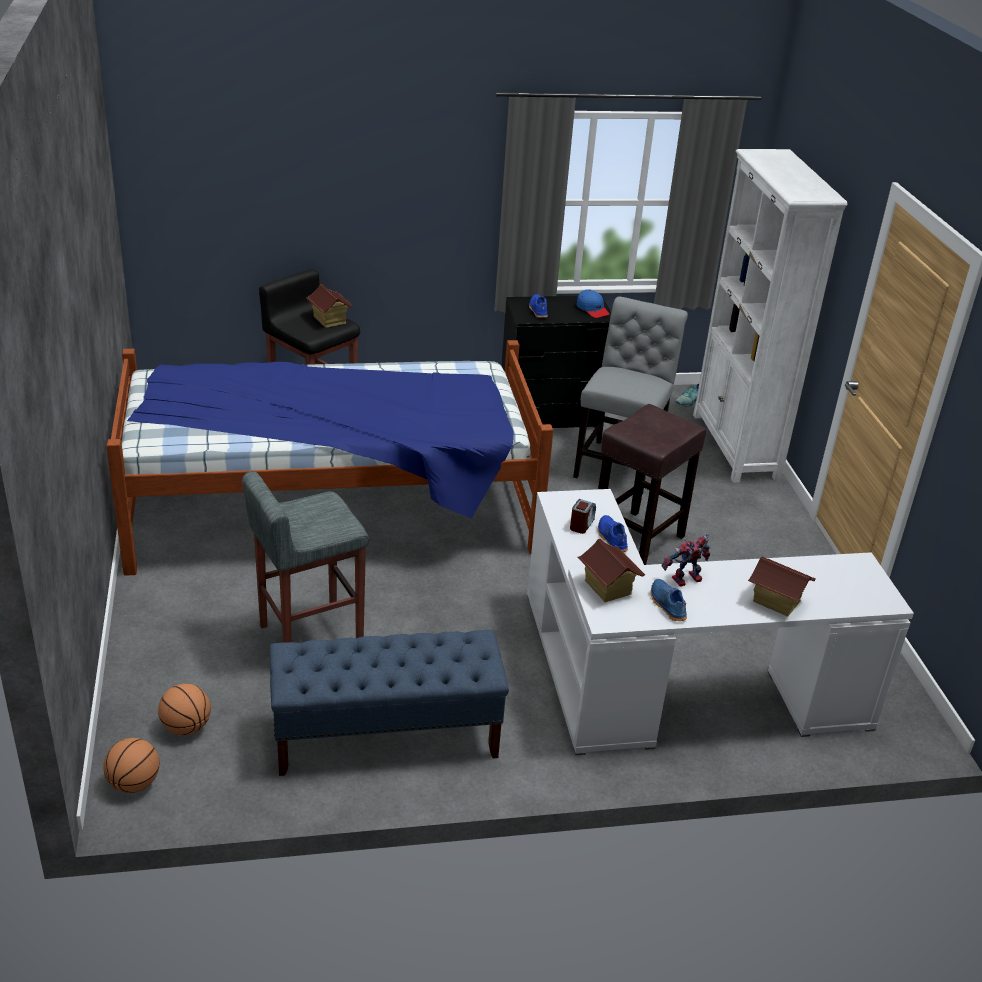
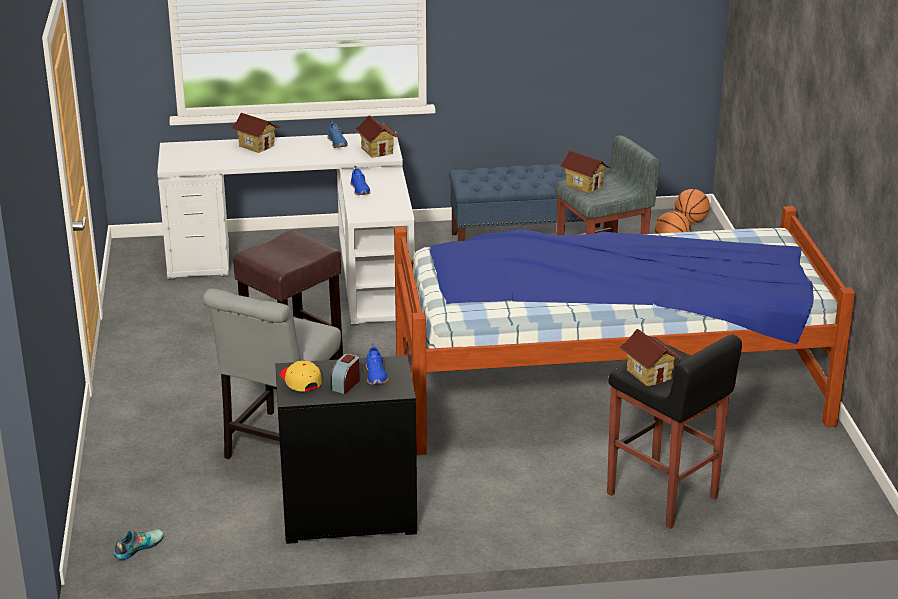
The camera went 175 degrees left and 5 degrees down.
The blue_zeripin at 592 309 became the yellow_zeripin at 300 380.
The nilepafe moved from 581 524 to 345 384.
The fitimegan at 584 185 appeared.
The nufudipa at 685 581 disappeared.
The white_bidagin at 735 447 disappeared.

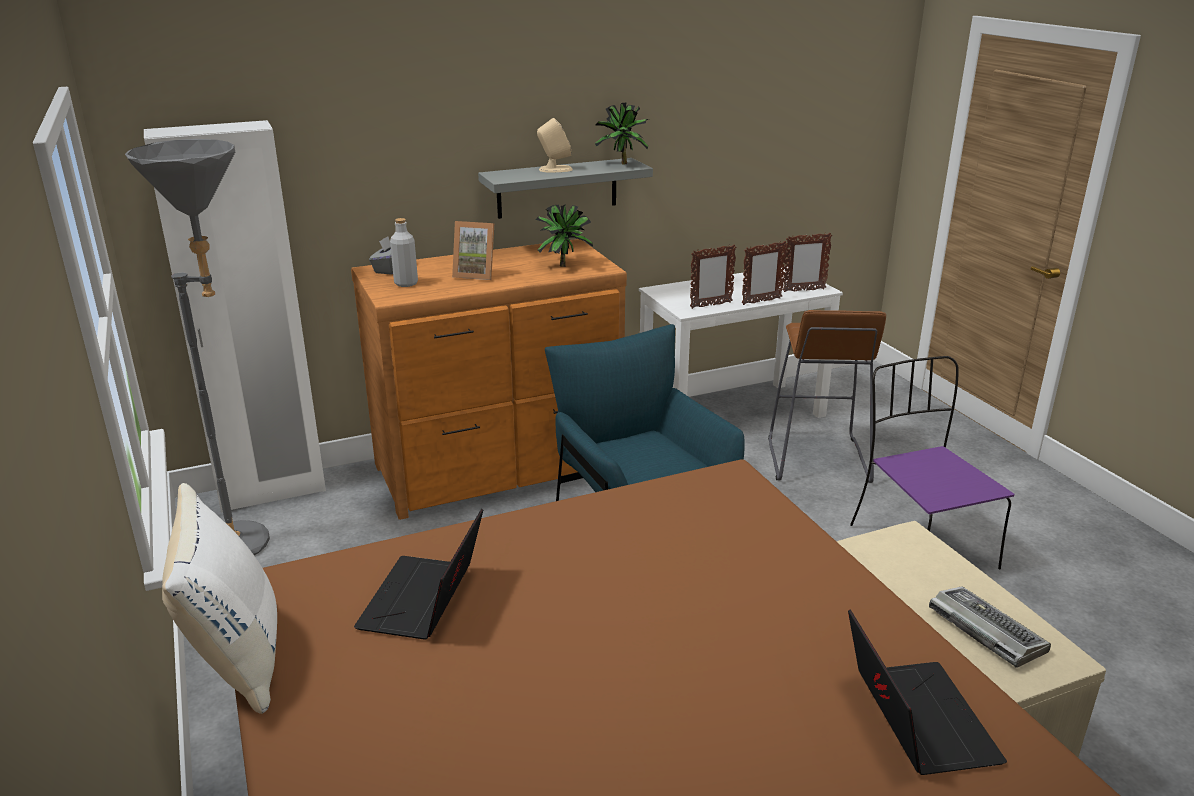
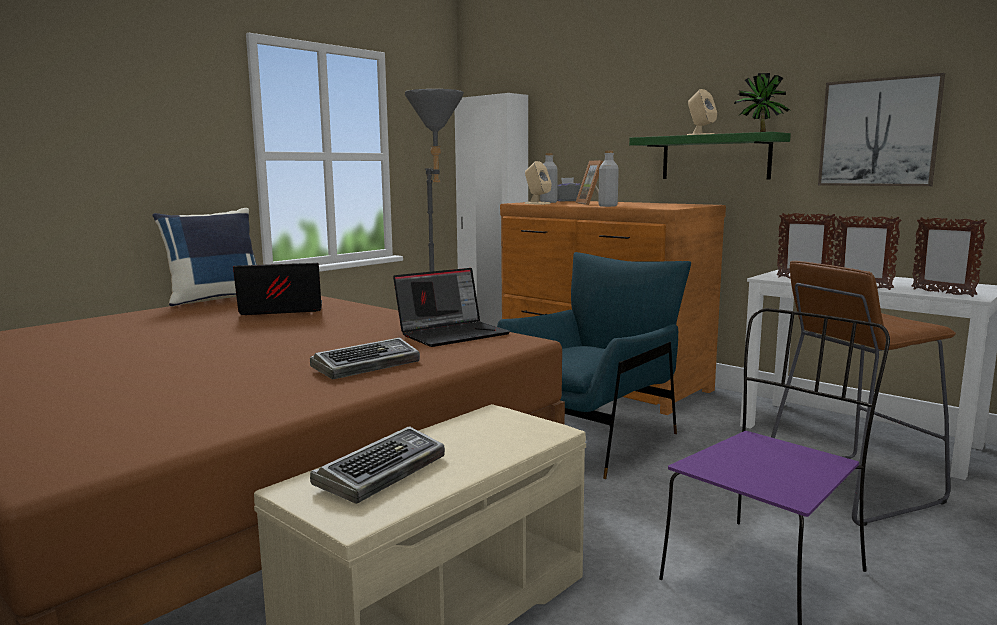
The camera went 65 degrees right and 15 degrees down.
The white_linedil at 236 657 became the blue_linedil at 216 298.
The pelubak at 367 366 appeared.
The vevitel moved from 914 718 to 453 334.
The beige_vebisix at 537 203 appeared.
The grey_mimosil at 608 206 appeared.
The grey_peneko at 557 188 became the green_peneko at 715 157.
The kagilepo at 878 132 appeared.
The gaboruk at 564 265 disappeared.

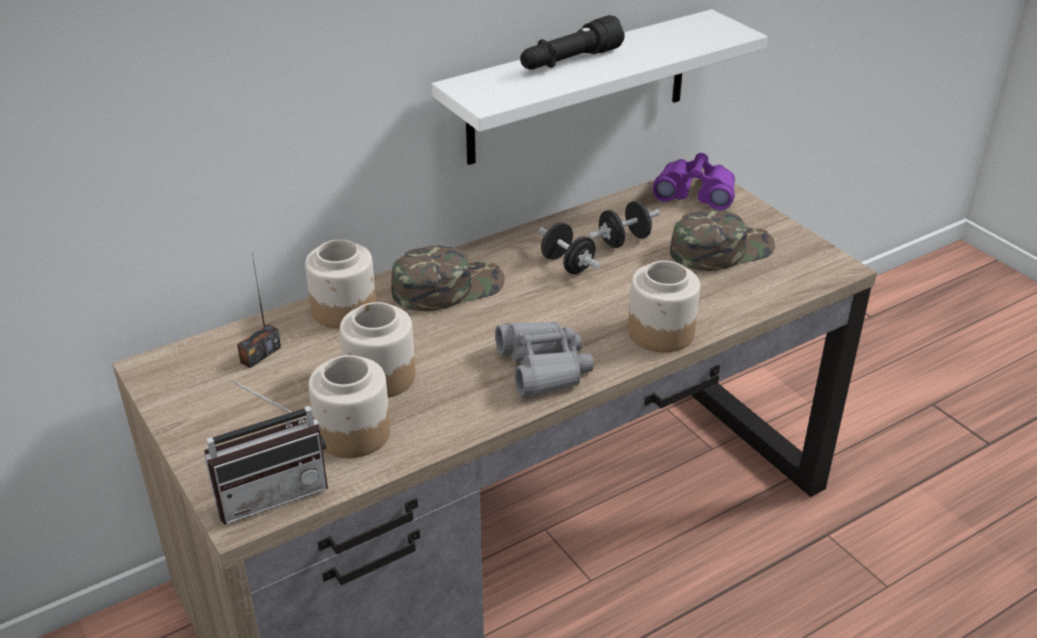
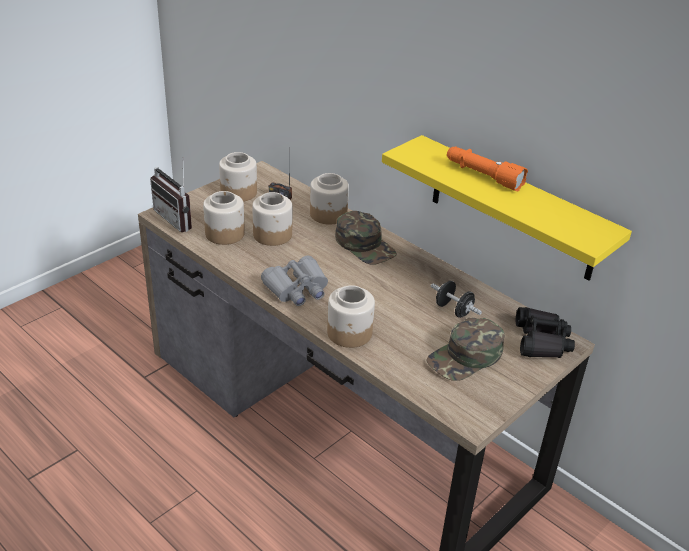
The camera went 75 degrees right and 0 degrees up.
The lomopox at 238 193 appeared.
The white_peneko at 579 87 became the yellow_peneko at 512 209.
The green_zeripin at 720 249 turned 90 degrees clockwise.
The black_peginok at 569 61 became the orange_peginok at 483 176.
The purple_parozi at 695 193 became the black_parozi at 541 341.
The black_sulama at 567 265 disappeared.

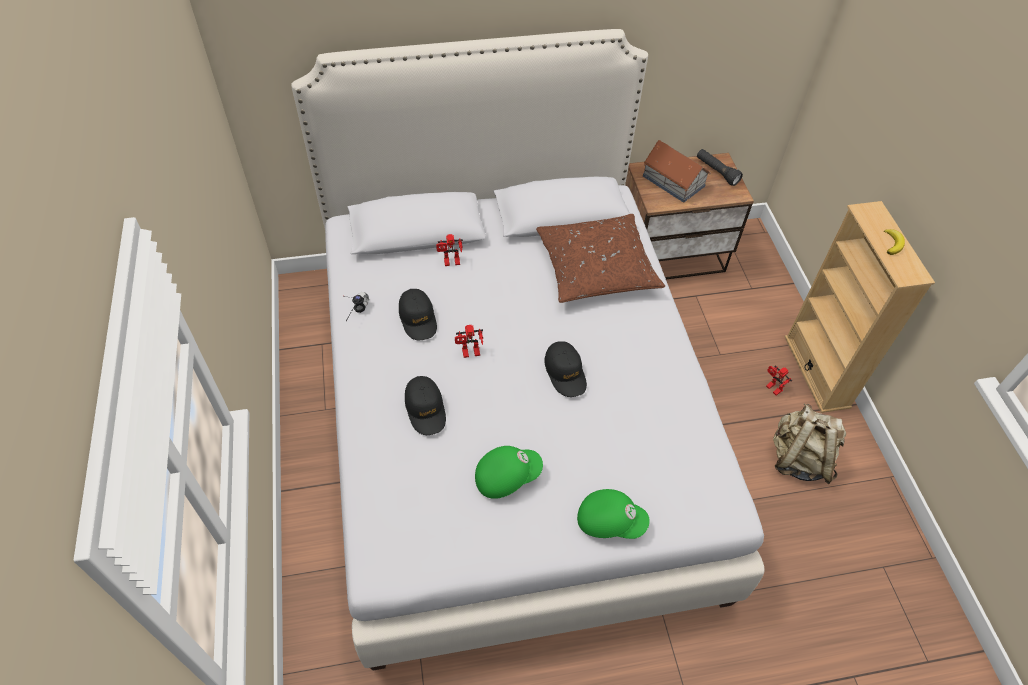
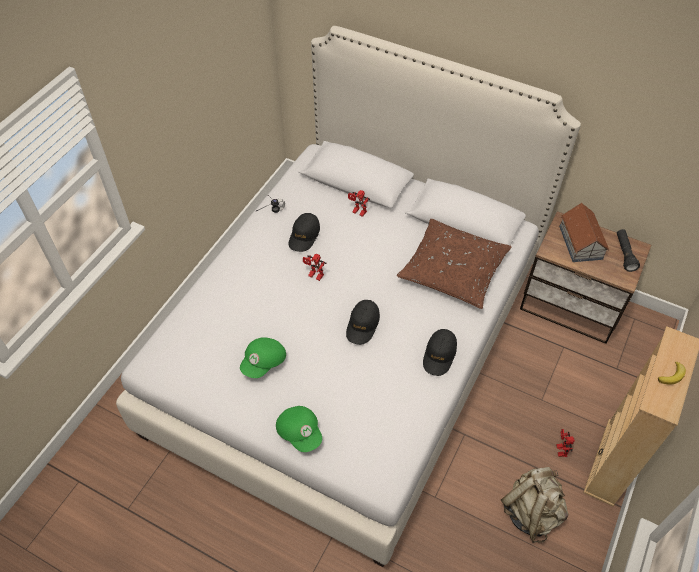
The camera went 40 degrees right and 0 degrees up.
The green_zeripin at 506 476 turned 105 degrees clockwise.
The black_zeripin moved from 425 409 to 439 355.

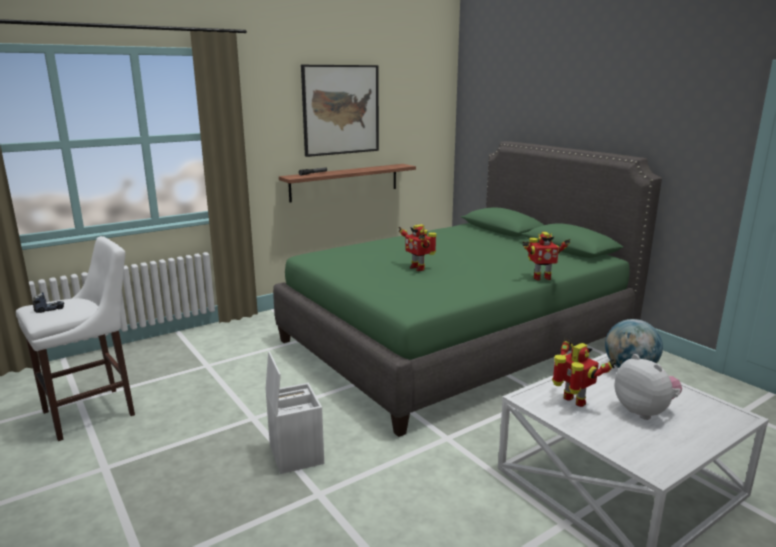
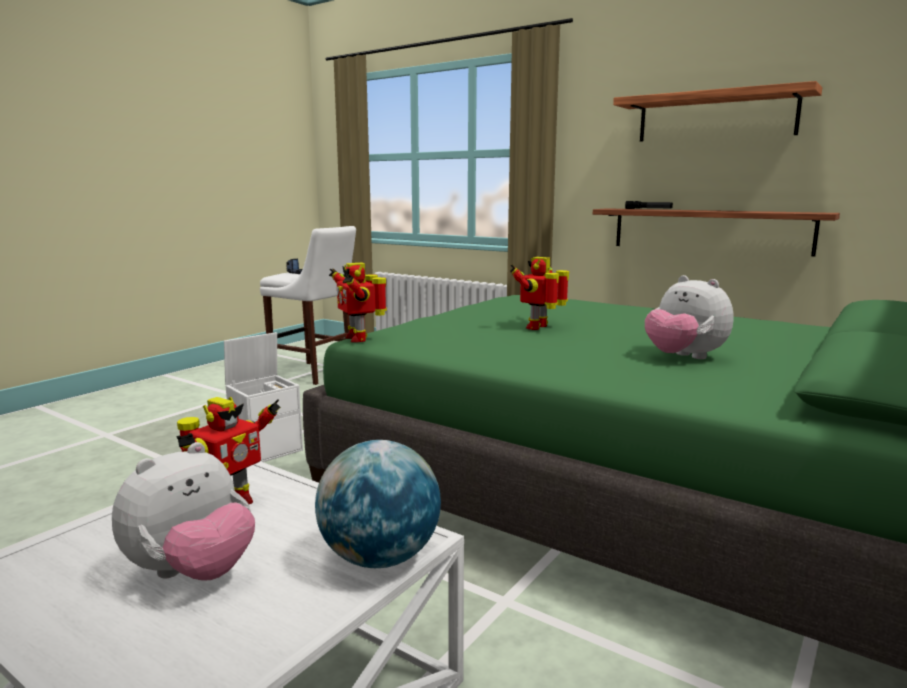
The camera went 70 degrees right and 5 degrees down.
The nufudipa moved from 541 278 to 358 338.
The kagilepo at 341 110 was replaced by the peneko at 715 117.
The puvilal at 684 357 appeared.

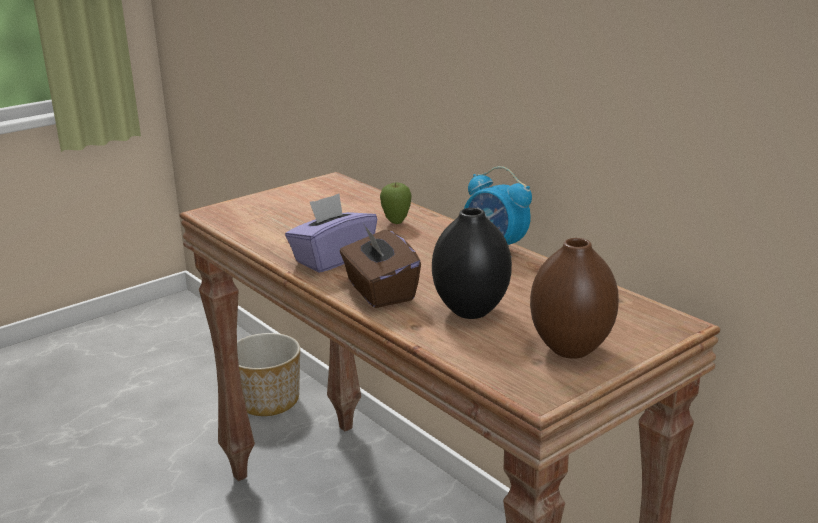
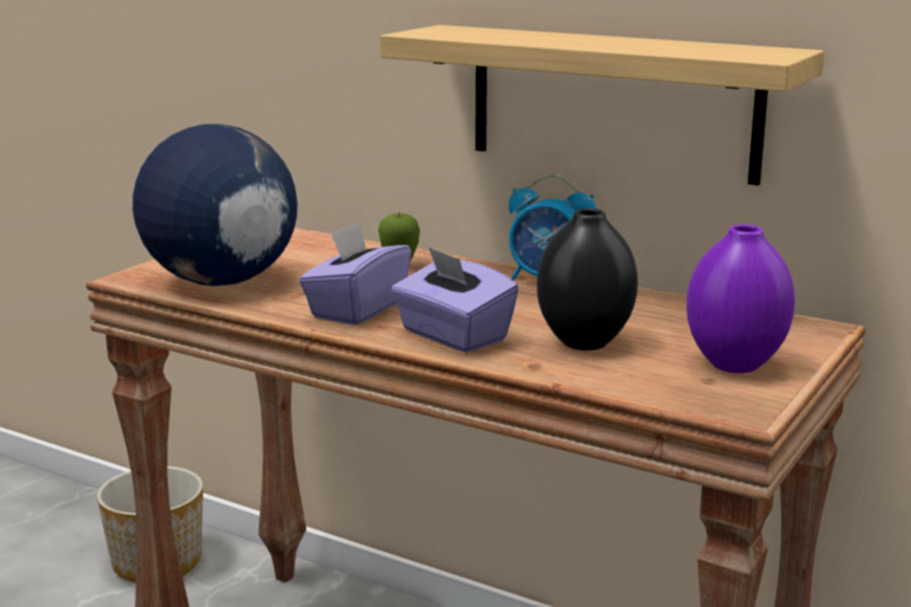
The camera went 20 degrees left and 5 degrees down.
The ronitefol at 220 282 appeared.
The peneko at 612 102 appeared.
The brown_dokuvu at 379 291 became the purple_dokuvu at 453 336.
The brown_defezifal at 569 349 became the purple_defezifal at 733 365.

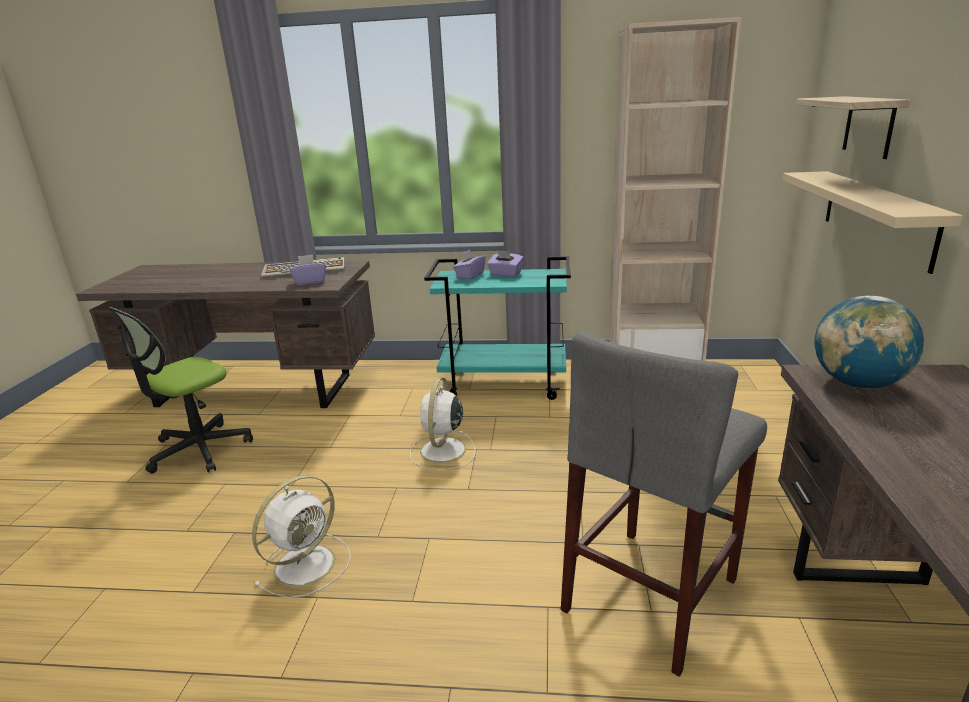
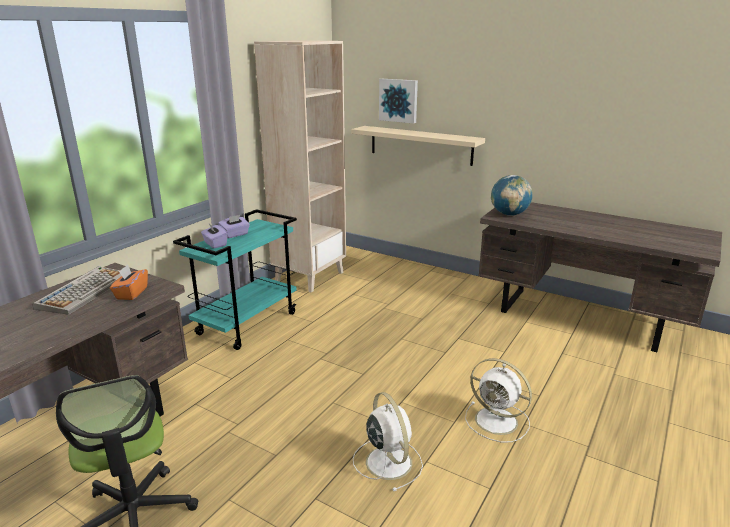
The camera went 65 degrees left and 0 degrees up.
The purple_dokuvu at 309 282 became the orange_dokuvu at 131 293.
The peneko at 869 126 was replaced by the kagilepo at 398 100.
The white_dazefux moved from 442 451 to 498 421.
The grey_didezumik at 651 594 disappeared.

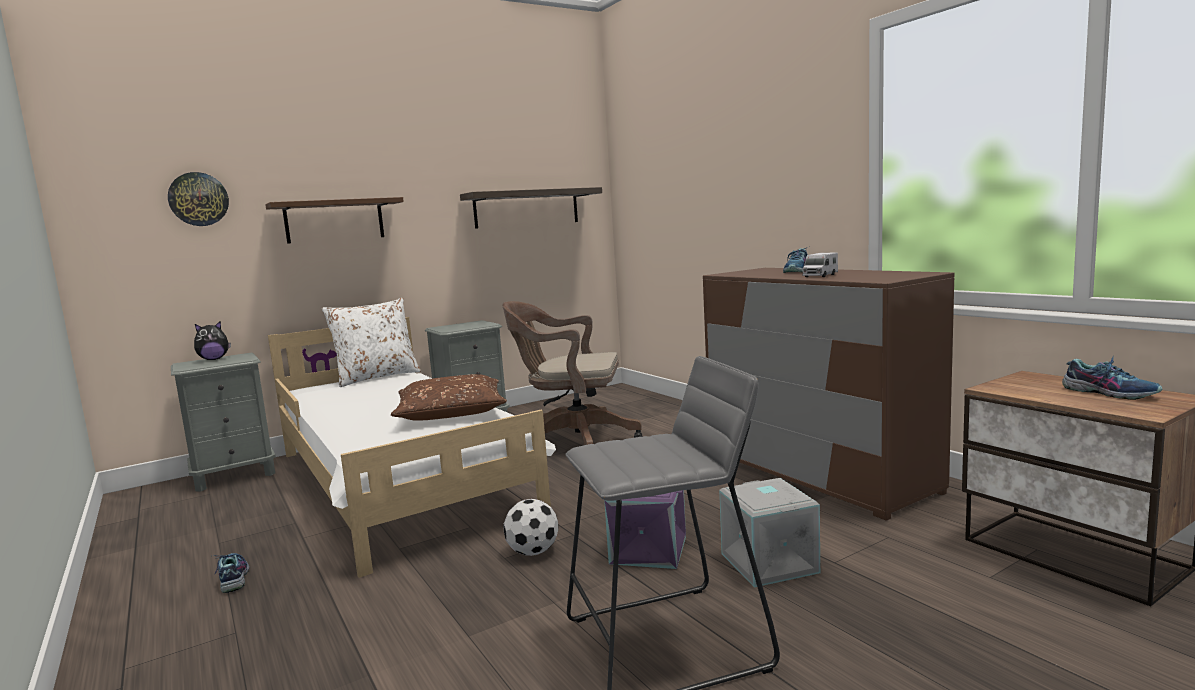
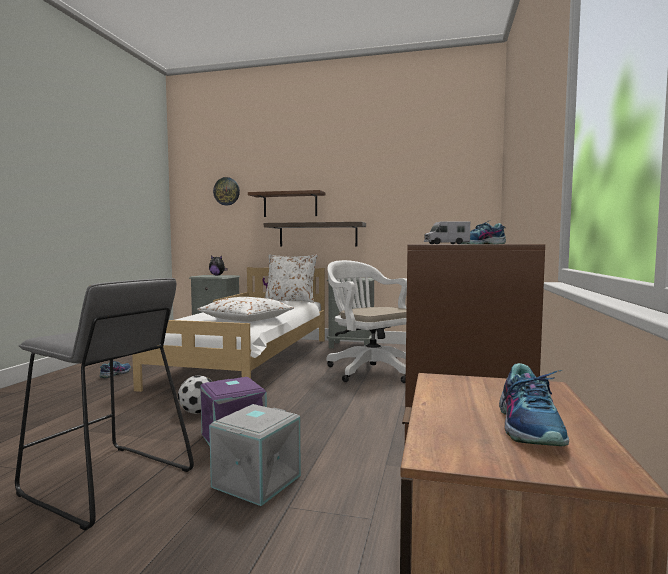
The camera went 45 degrees right and 5 degrees down.
The brown_linedil at 451 412 became the white_linedil at 246 319.
The peneko moved from 527 208 to 318 235.
The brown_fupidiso at 572 440 became the white_fupidiso at 369 370.

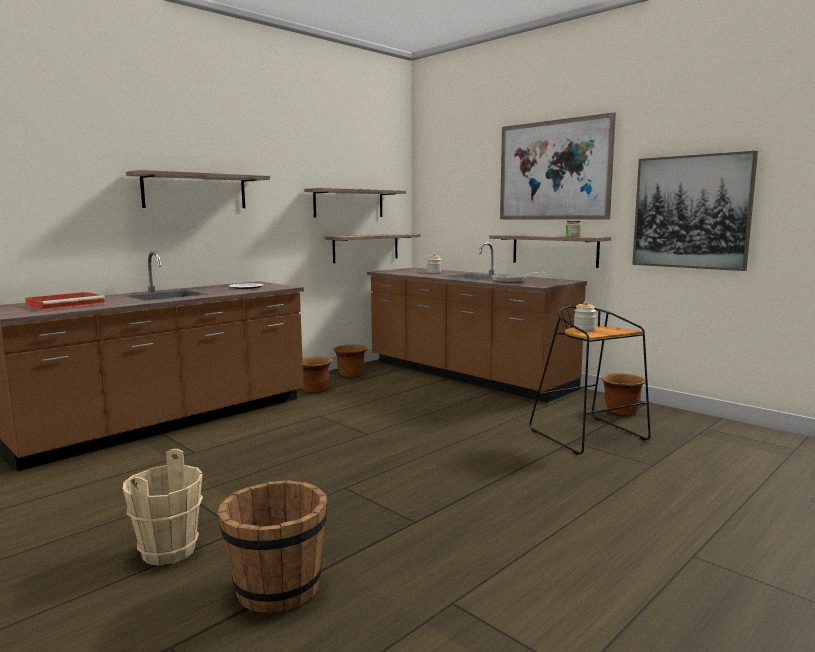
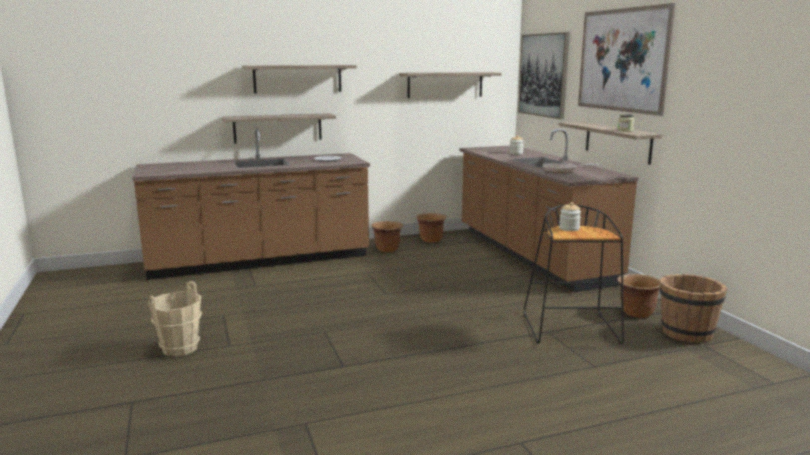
The camera went 25 degrees right and 5 degrees up.
The peneko moved from 366 247 to 278 128.
The kagilepo moved from 691 212 to 543 75.
The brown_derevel moved from 277 588 to 686 333.
The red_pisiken at 67 304 disappeared.

